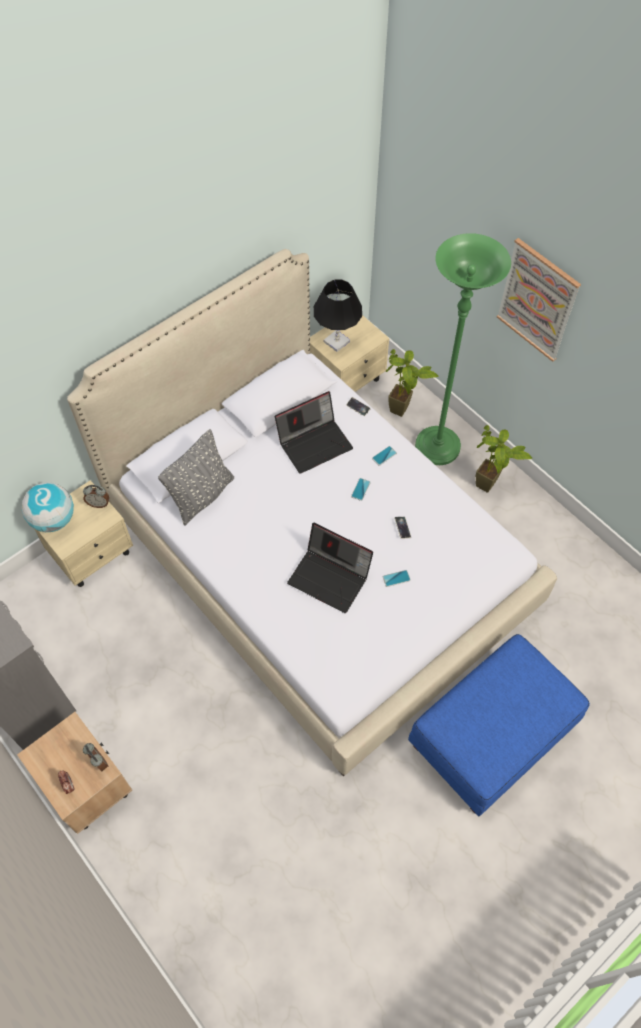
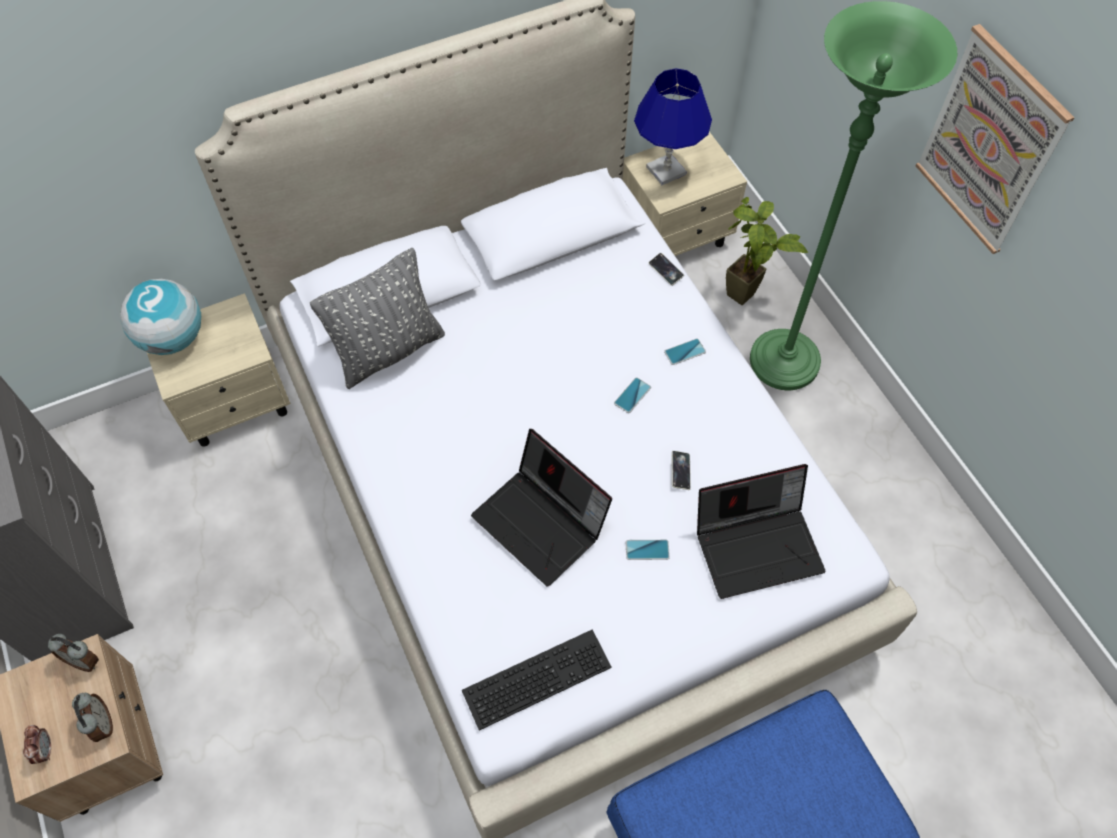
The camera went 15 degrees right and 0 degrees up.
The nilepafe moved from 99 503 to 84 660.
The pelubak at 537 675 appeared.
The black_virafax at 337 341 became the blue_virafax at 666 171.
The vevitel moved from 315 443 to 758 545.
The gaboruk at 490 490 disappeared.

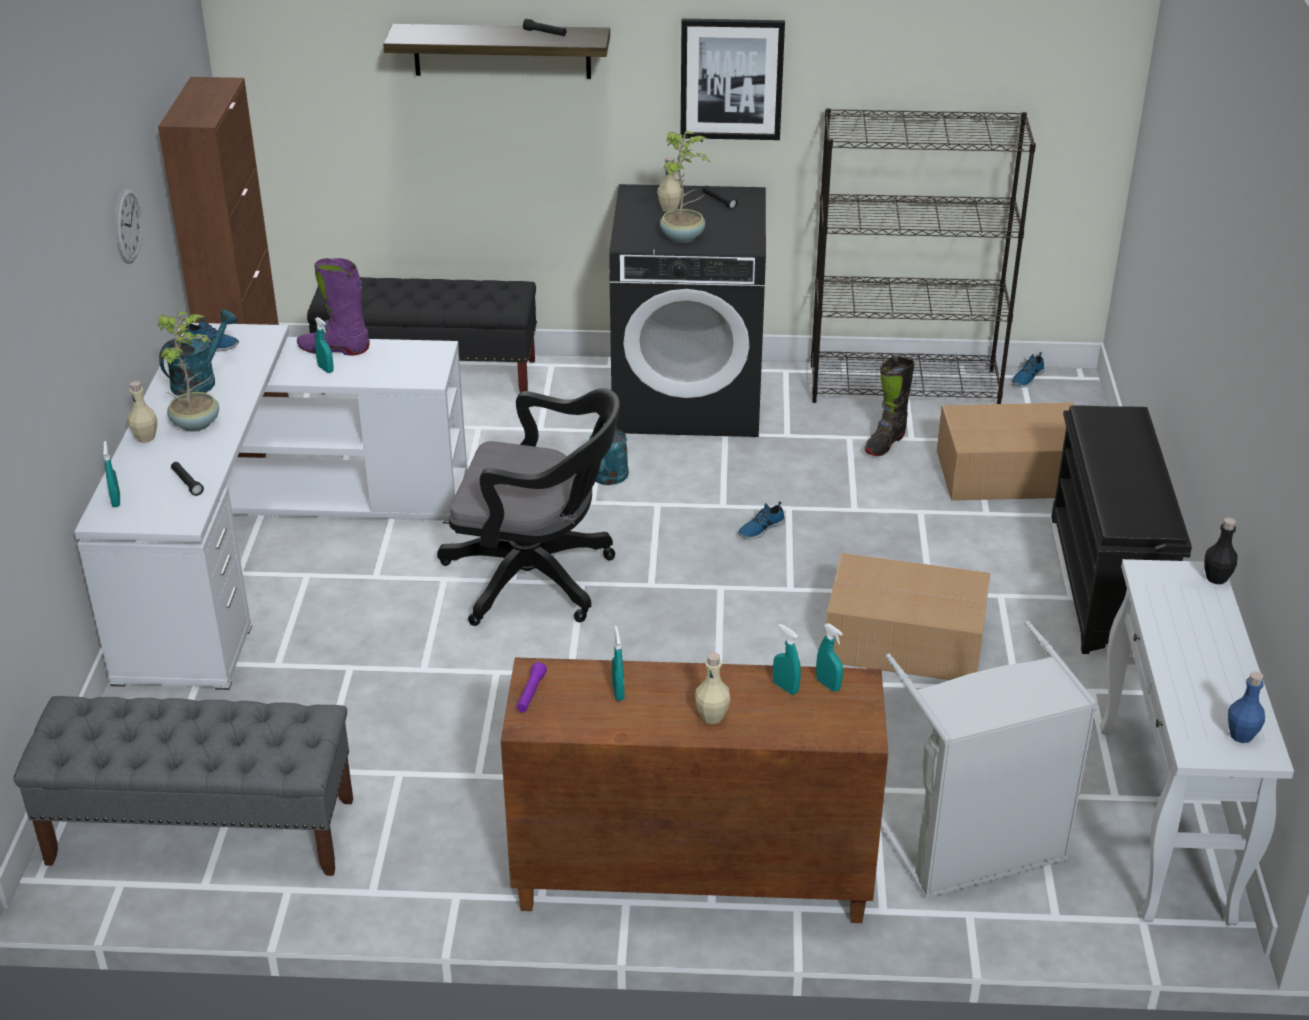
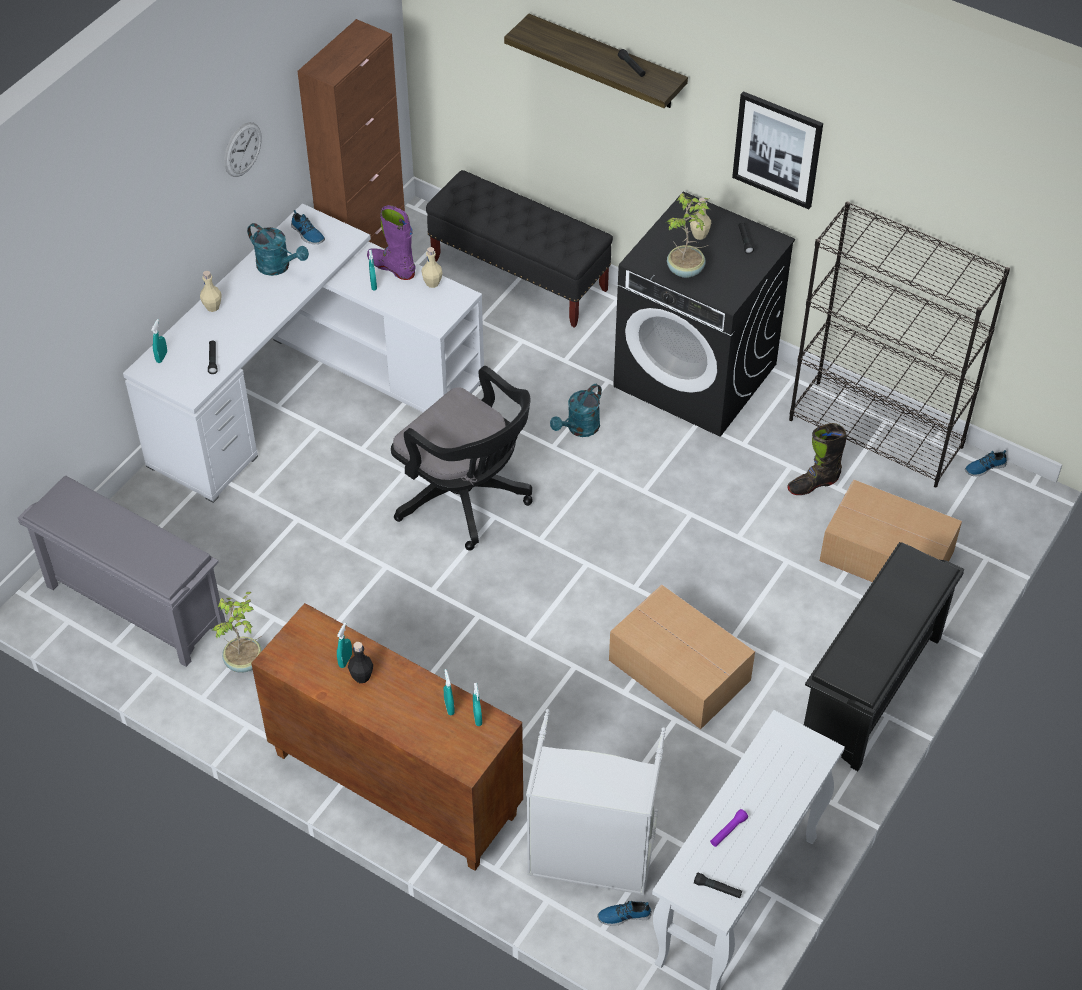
The camera went 30 degrees right and 15 degrees up.
The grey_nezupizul at 201 831 was replaced by the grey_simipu at 133 605.
The gaboruk moved from 197 423 to 245 661.
The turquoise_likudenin at 200 380 turned 60 degrees clockwise.
The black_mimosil moved from 1216 578 to 361 677.
The beige_mimosil moved from 712 716 to 432 283.
The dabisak moved from 760 528 to 624 915.
The blue_mimosil at 1241 735 was replaced by the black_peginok at 717 889.
The purple_peginok moved from 531 693 to 728 831.

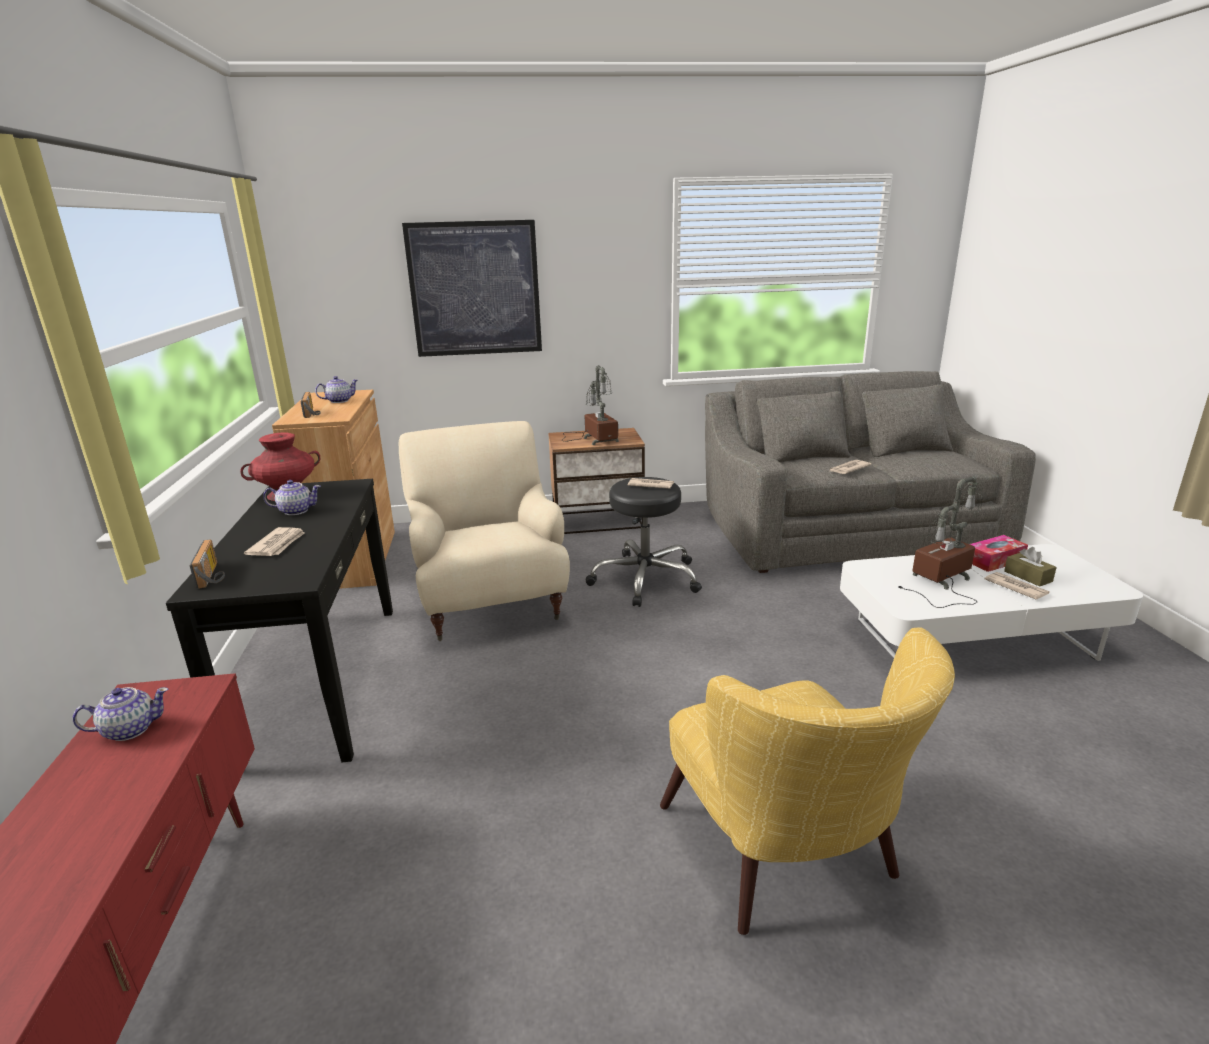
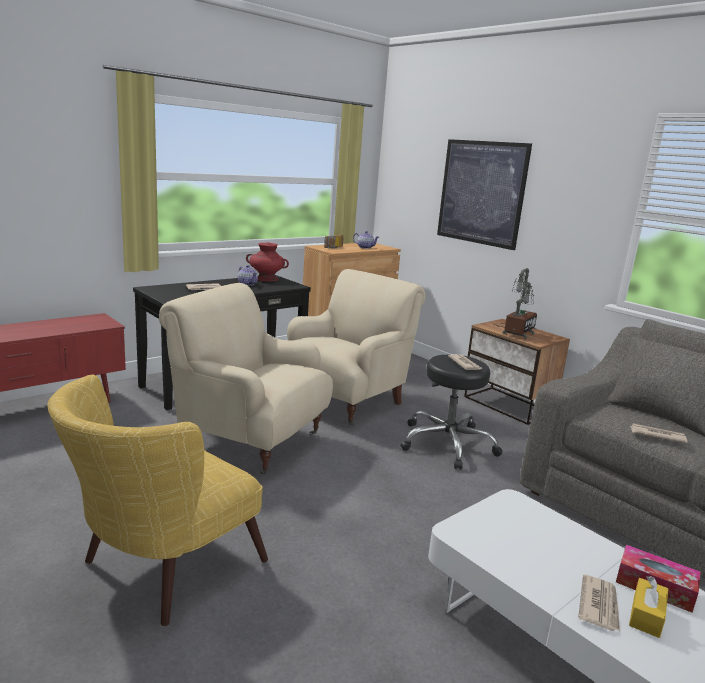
The camera went 55 degrees right and 5 degrees down.
The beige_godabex at 249 440 appeared.
The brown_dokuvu at 1028 576 became the yellow_dokuvu at 646 615.
The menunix at 129 729 disappeared.
The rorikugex at 213 575 disappeared.
The virafax at 940 582 disappeared.

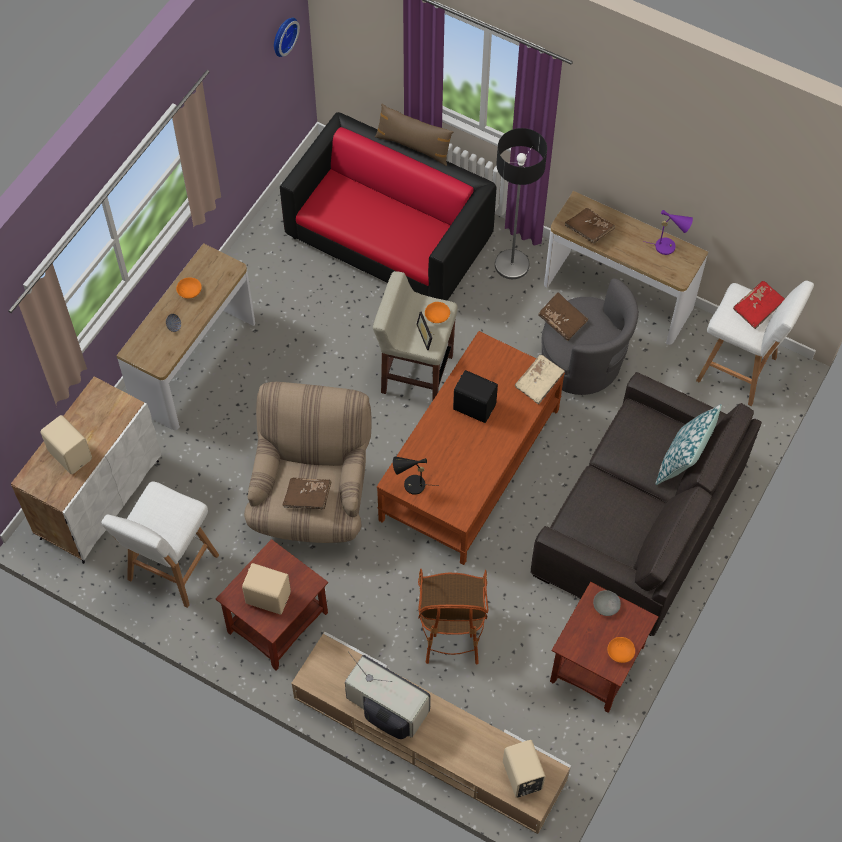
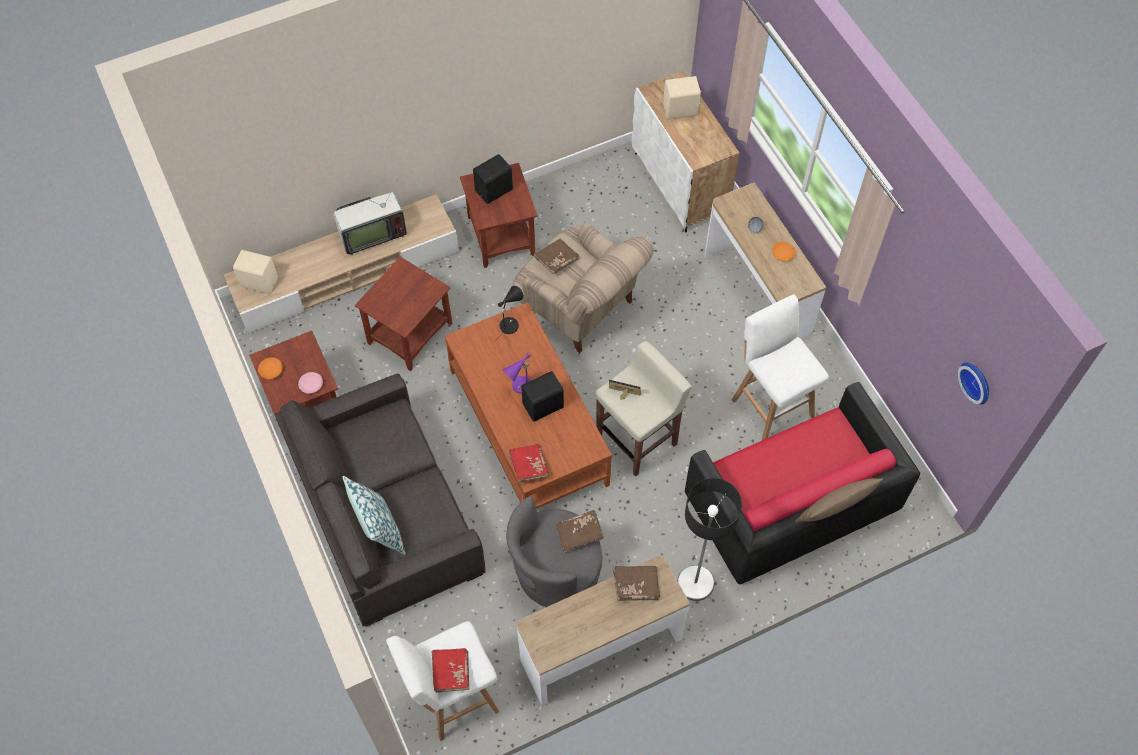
The camera went 125 degrees right and 0 degrees up.
The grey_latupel at 606 606 became the pink_latupel at 311 385.
The godabex at 451 629 was replaced by the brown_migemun at 409 333.
The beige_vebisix at 268 596 became the black_vebisix at 495 191.
The purple_virafax moved from 668 246 to 519 387.
The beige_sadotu at 539 383 became the red_sadotu at 528 466.
The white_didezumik moved from 171 570 to 771 405.
The orange_latupel at 436 316 disappeared.

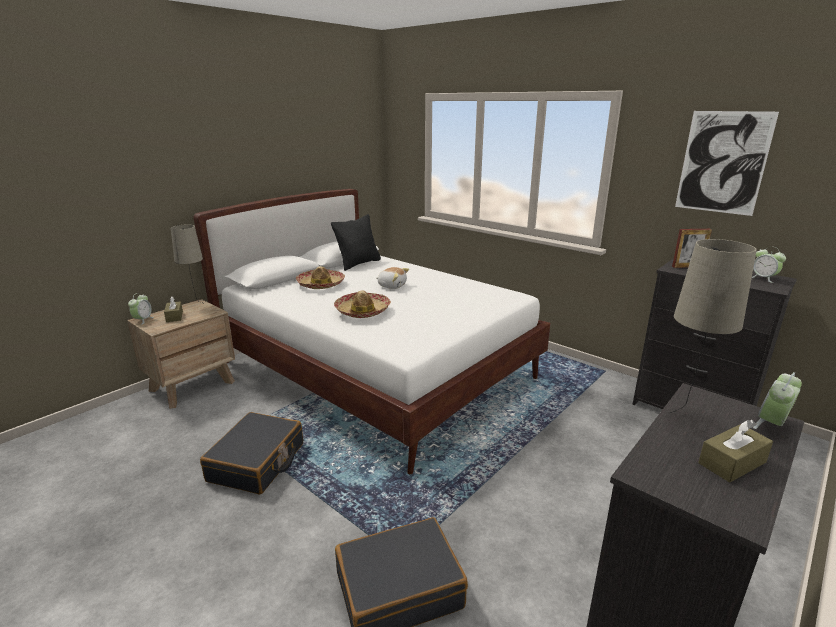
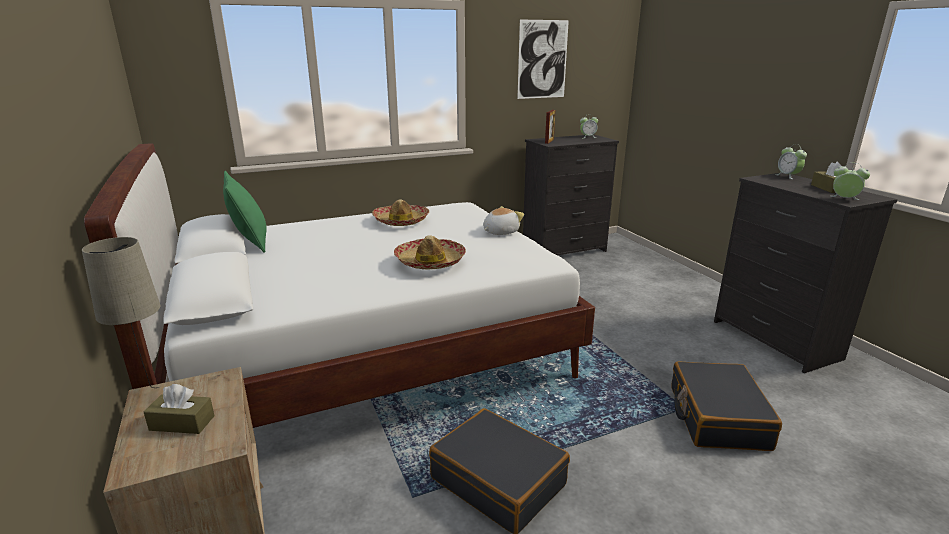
The camera went 65 degrees left and 0 degrees up.
The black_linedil at 358 263 became the green_linedil at 250 242.
The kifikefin moved from 321 284 to 401 221.
The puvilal moved from 392 286 to 500 232.
The nilepafe moved from 143 320 to 844 199.
The beige_virafax at 684 414 disappeared.

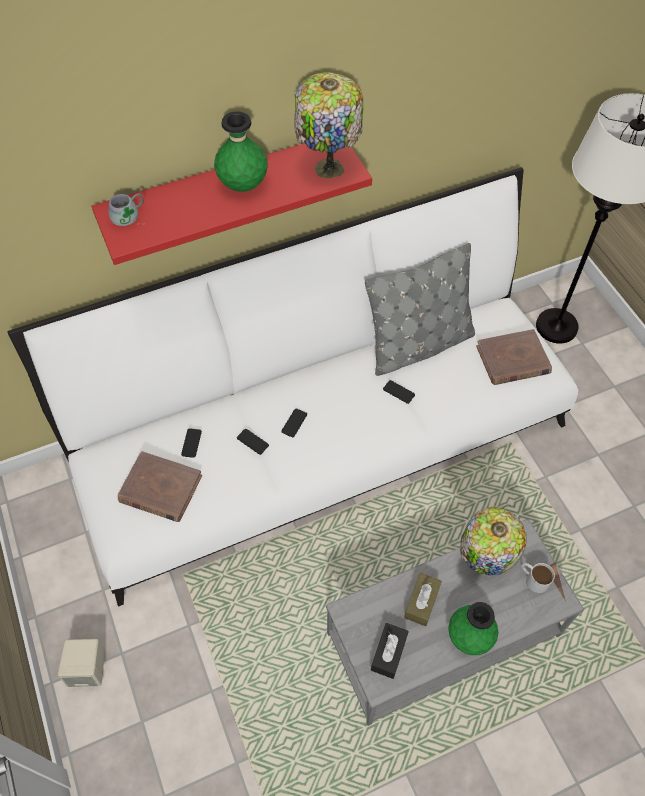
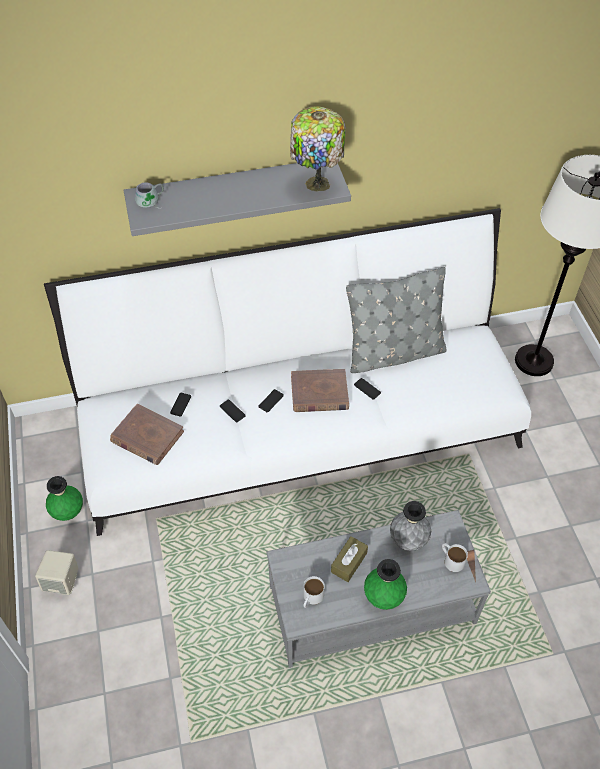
The camera went 10 degrees right and 5 degrees down.
The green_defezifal moved from 243 185 to 68 512.
The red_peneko at 223 190 became the grey_peneko at 232 192.
The brown_sadotu moved from 513 360 to 319 393.
The black_dokuvu at 389 653 was replaced by the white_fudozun at 311 598.
The virafax at 481 564 was replaced by the grey_defezifal at 408 540.

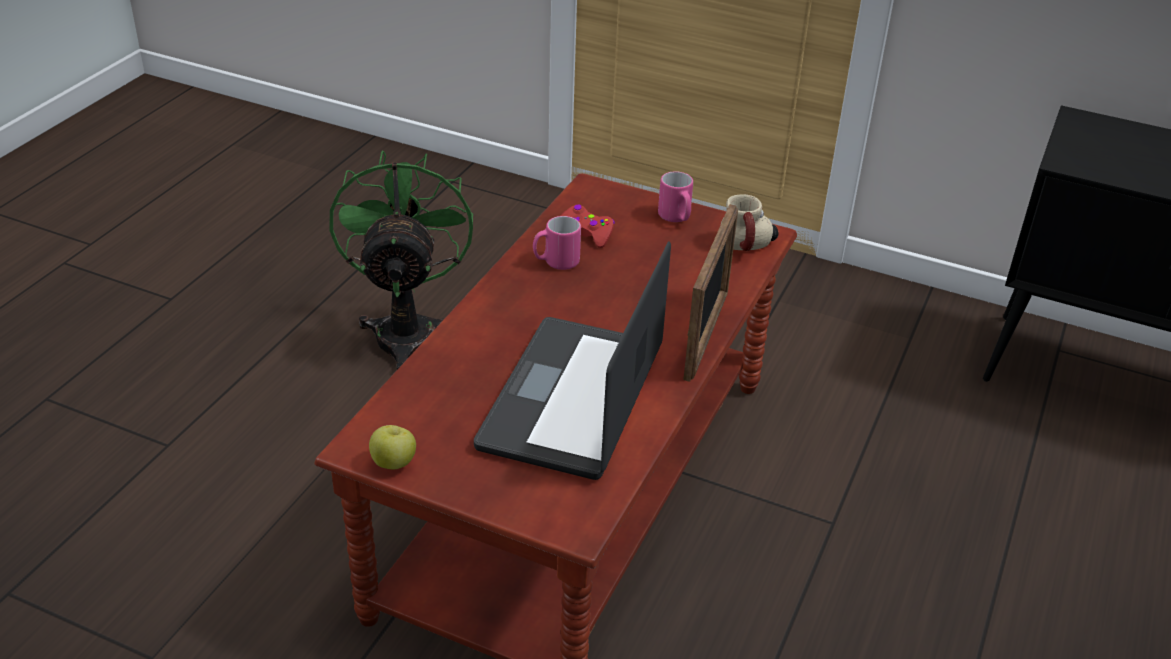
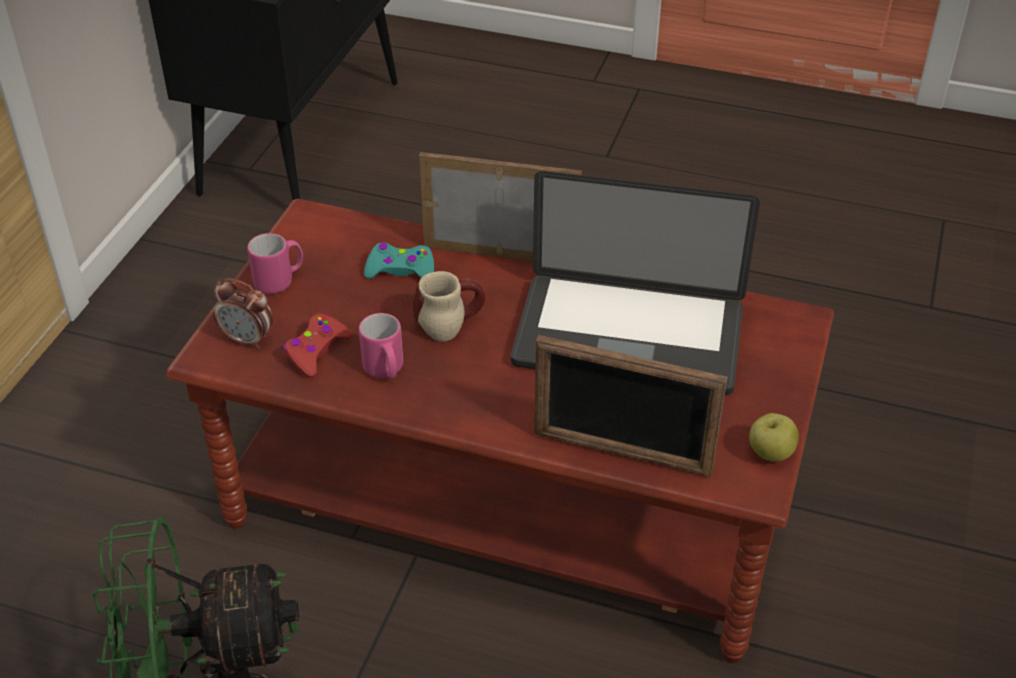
The camera went 95 degrees left and 5 degrees up.
The nilepafe at 247 339 appeared.
The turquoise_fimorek at 401 270 appeared.
The fudozun moved from 749 247 to 447 319.
The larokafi at 621 453 appeared.

